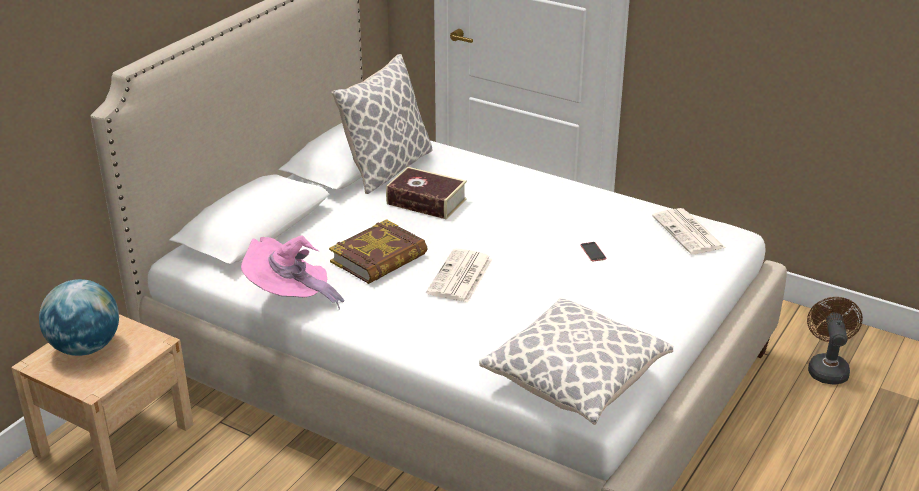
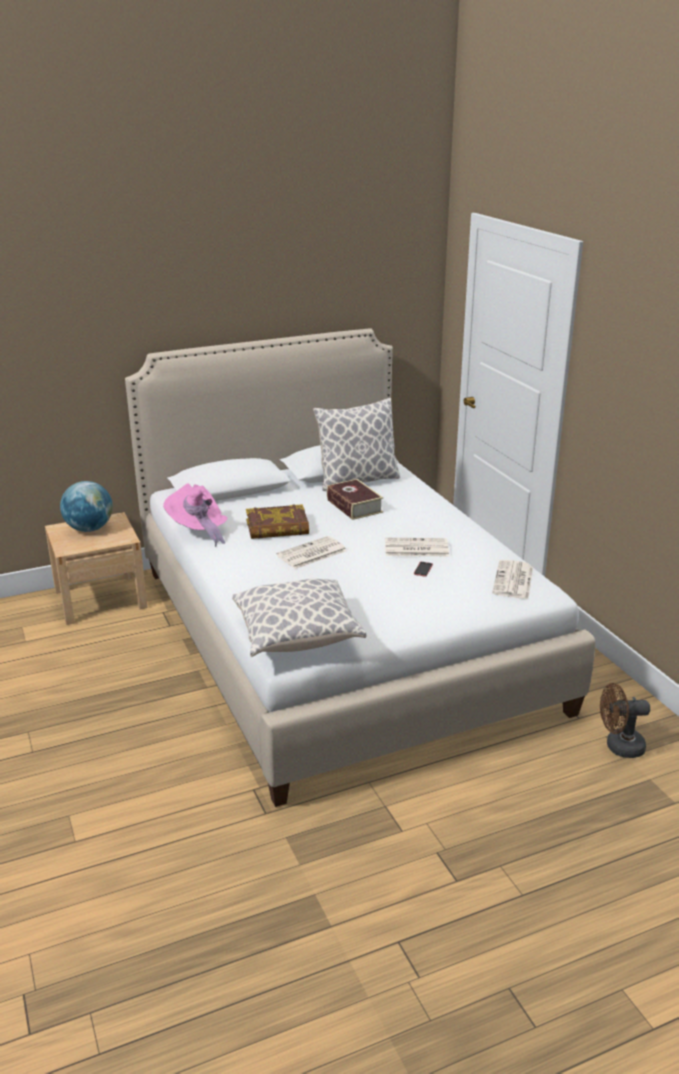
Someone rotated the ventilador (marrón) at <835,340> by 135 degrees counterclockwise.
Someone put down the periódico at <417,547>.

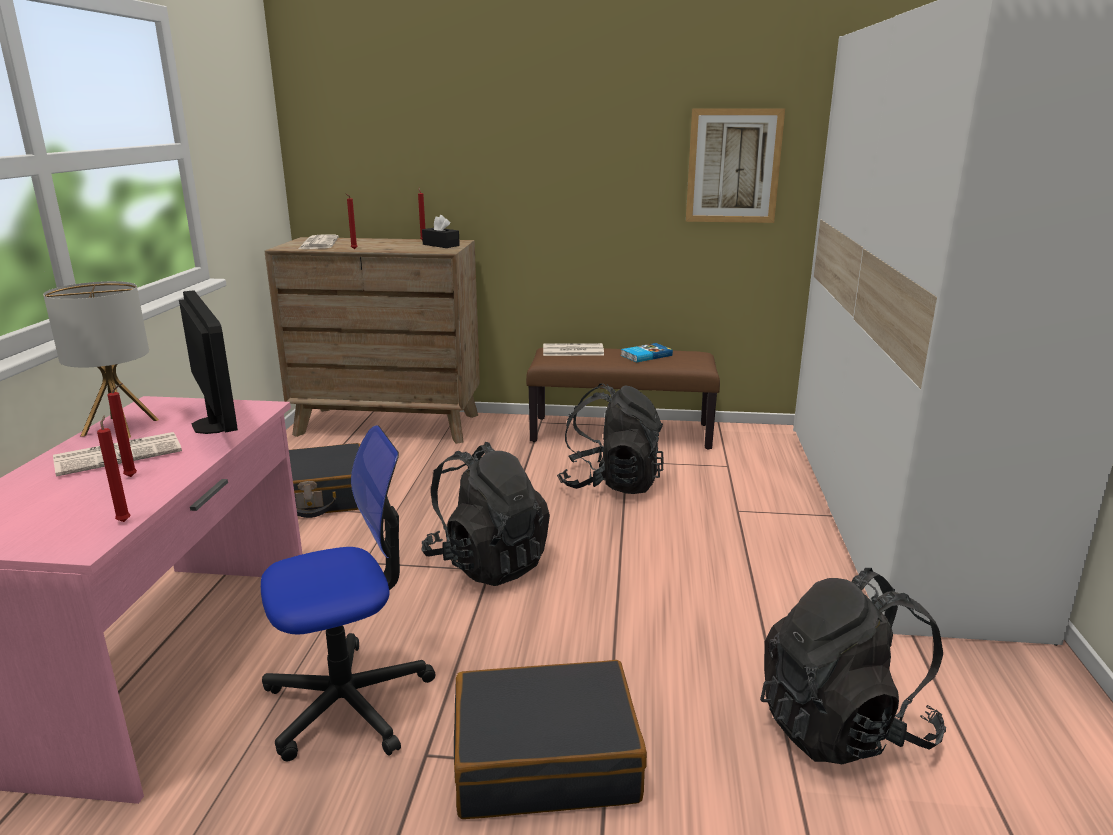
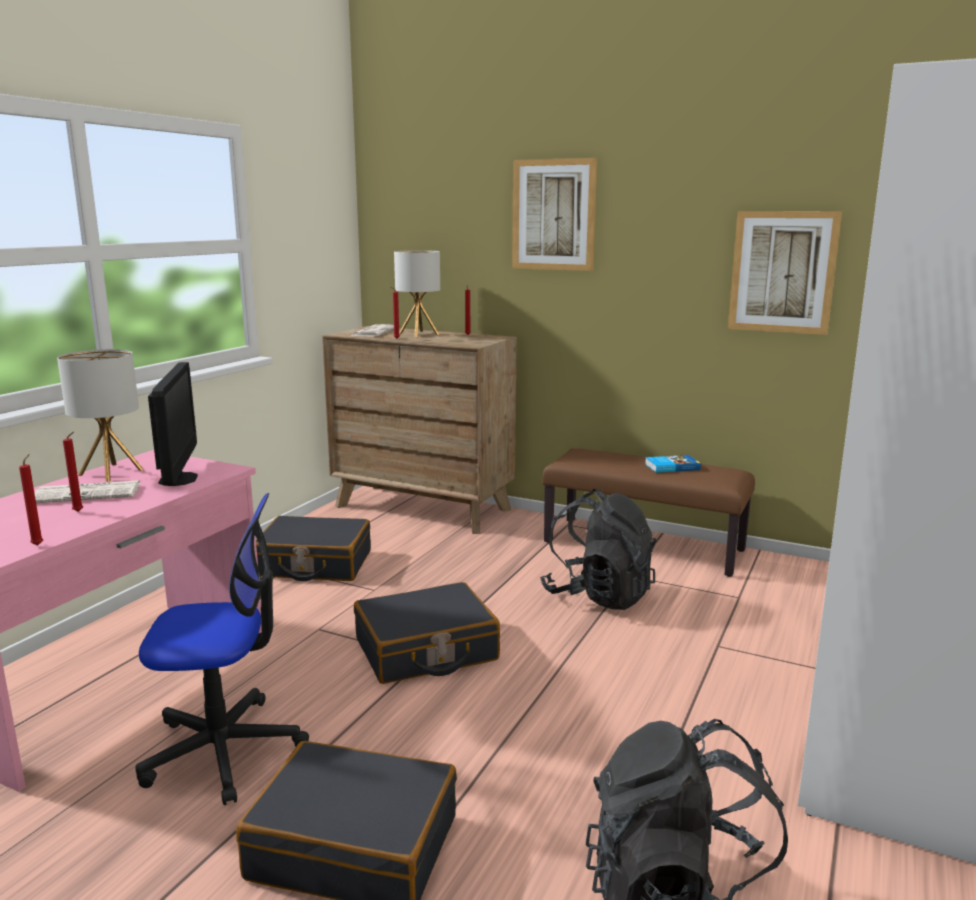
Someone swapped the mochila (negro) at <485,514> for the maleta (negro) at <427,633>.
Someone took away the caja de pañuelos (negro) at <441,231>.
Someone took away the periódico at <573,349>.
Someone put down the lámpara de mesa at <417,293>.
Someone put up the cuadro at <554,214>.

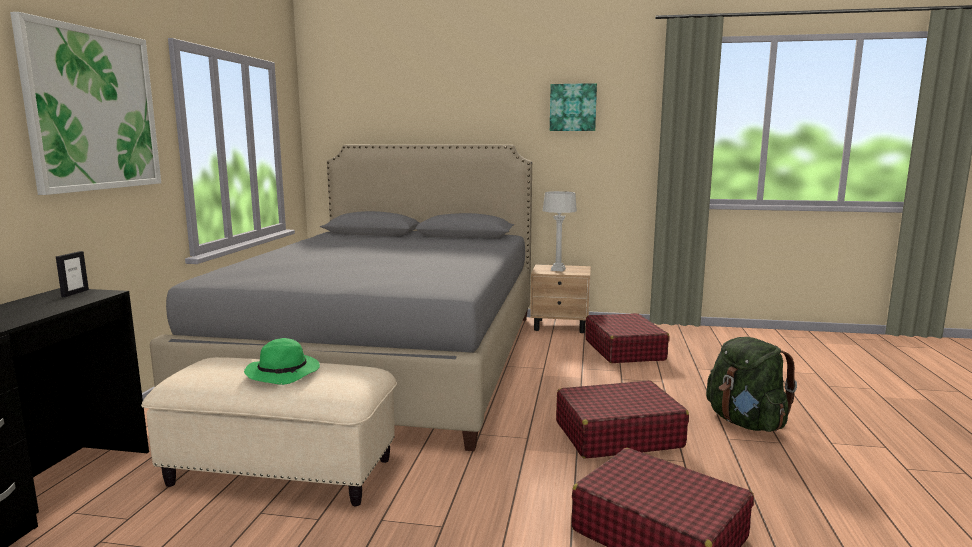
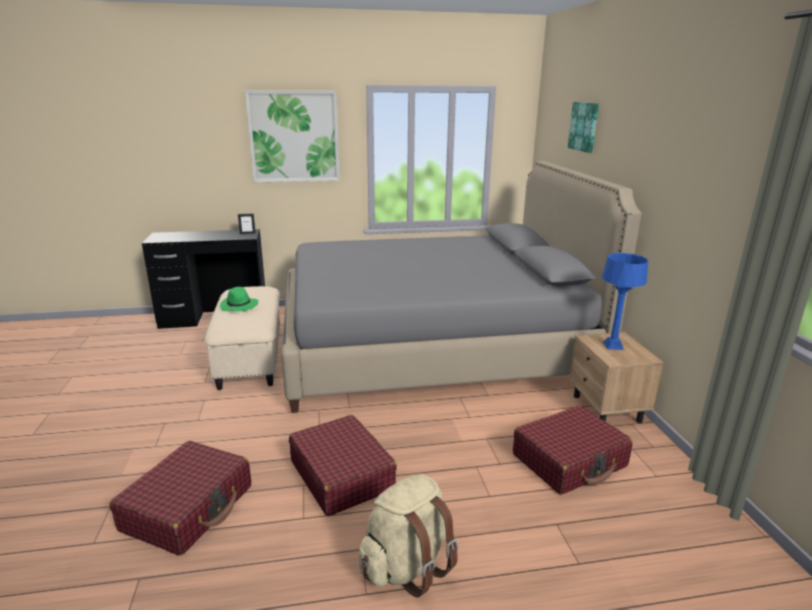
Someone repainted the lámpara de mesa (gris) at <560,231>, which became the lámpara de mesa (azul) at <625,301>.
Someone carried the cuadro from <573,107> to <583,127>.
Someone repainted the mochila (verde) at <751,384>, which became the mochila (beis) at <408,535>.

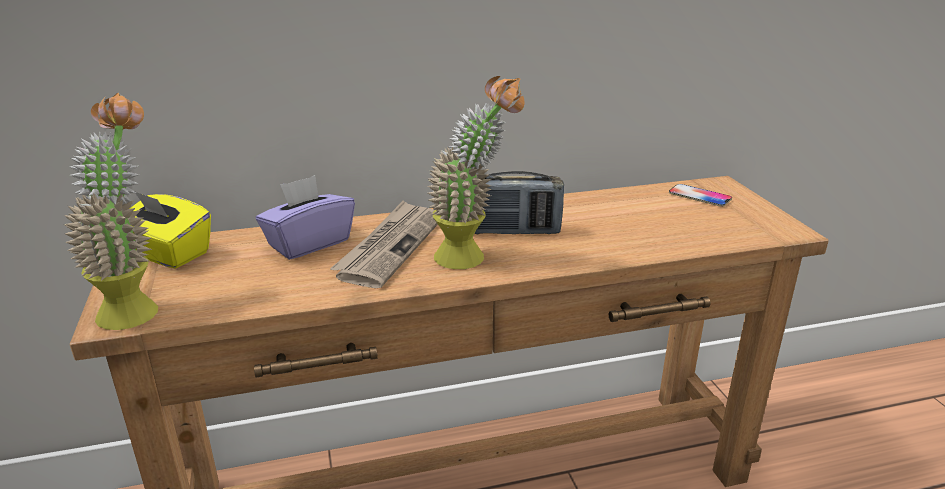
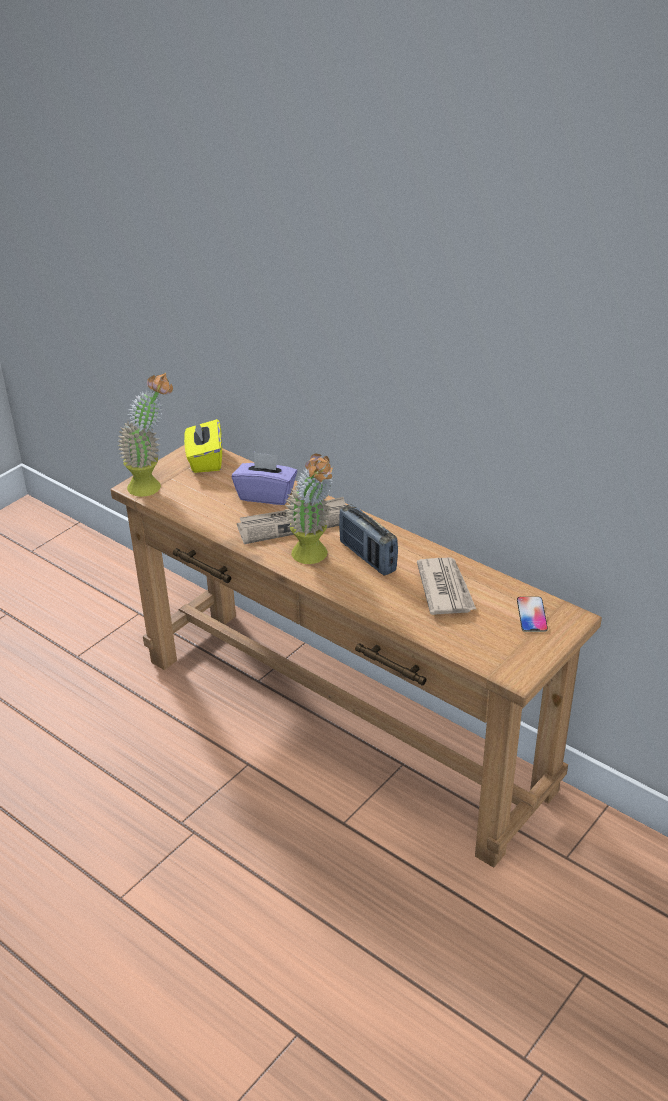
Someone put down the periódico at <446,586>.

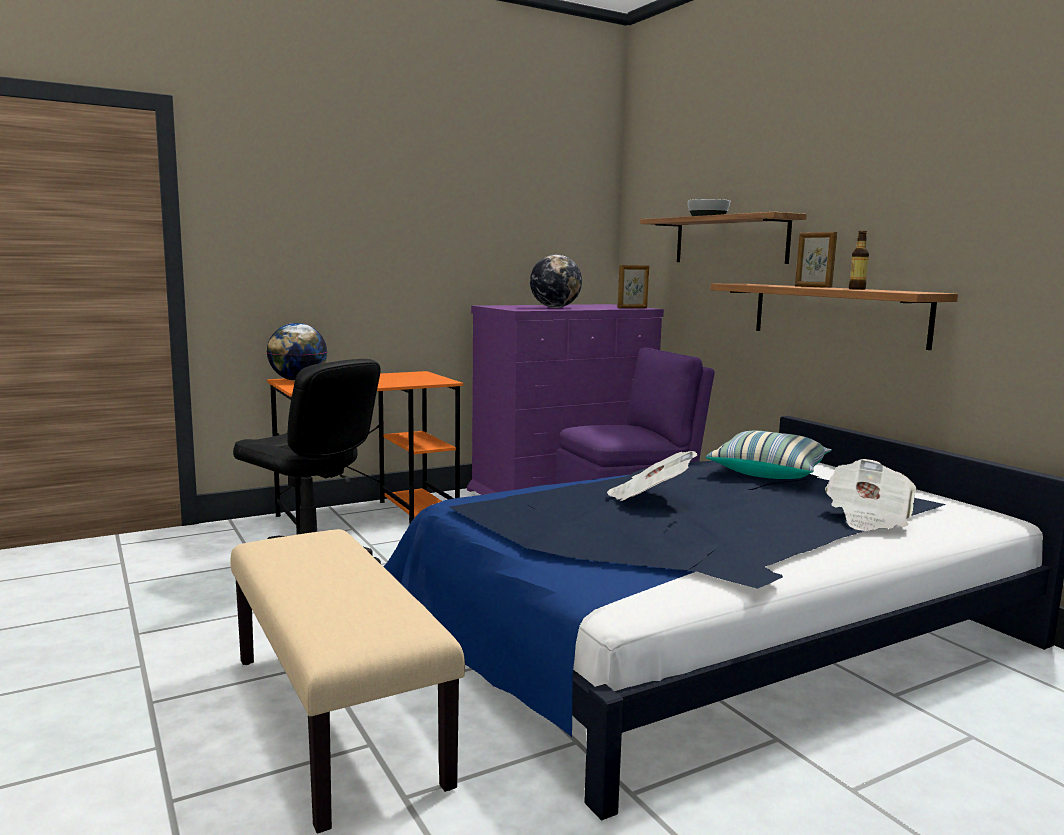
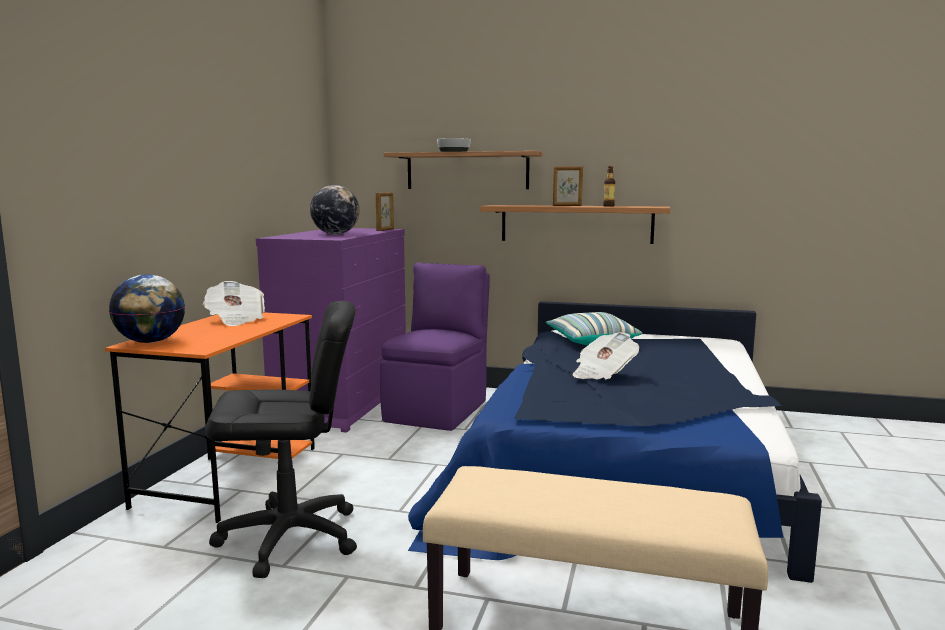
Someone carried the periódico from <870,495> to <234,303>.

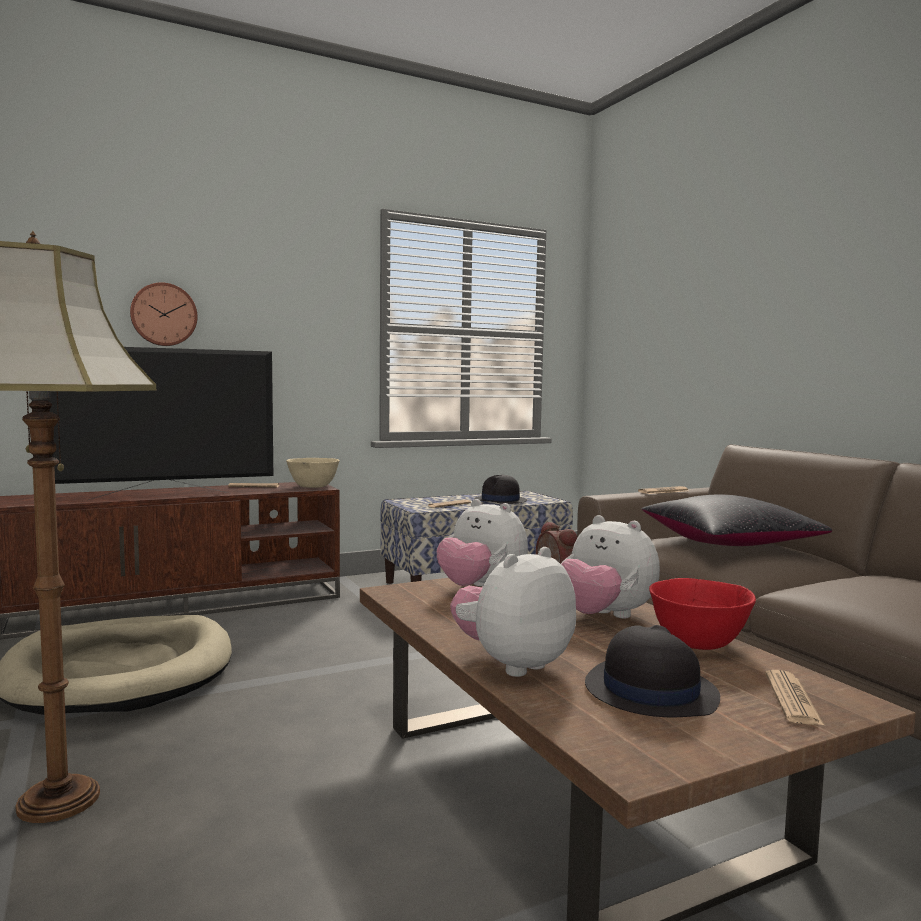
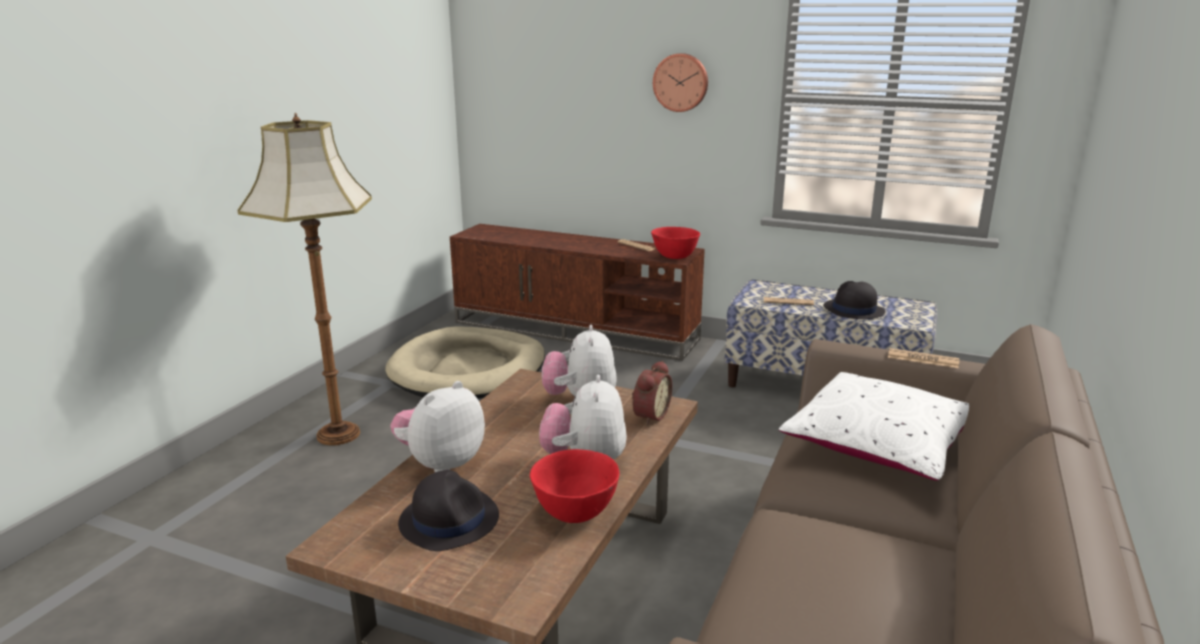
Someone took away the televisor at <152,423>.
Someone carried the reloj de pared from <164,314> to <680,82>.
Someone repainted the cuenco (beis) at <313,473>, which became the cuenco (rojo) at <675,243>.
Someone rotated the peluche at <513,612> by 60 degrees counterclockwise.
Someone repainted the cojín (negro) at <737,520>, which became the cojín (blanco) at <874,426>.
Someone took away the periódico at <795,698>.

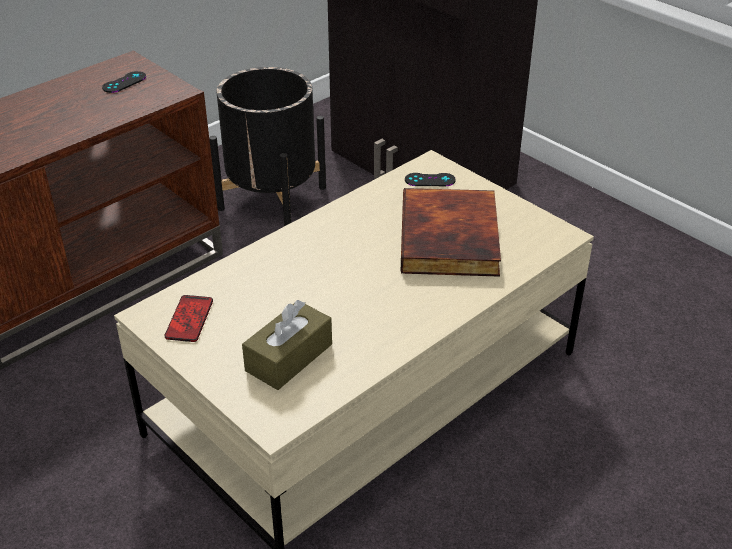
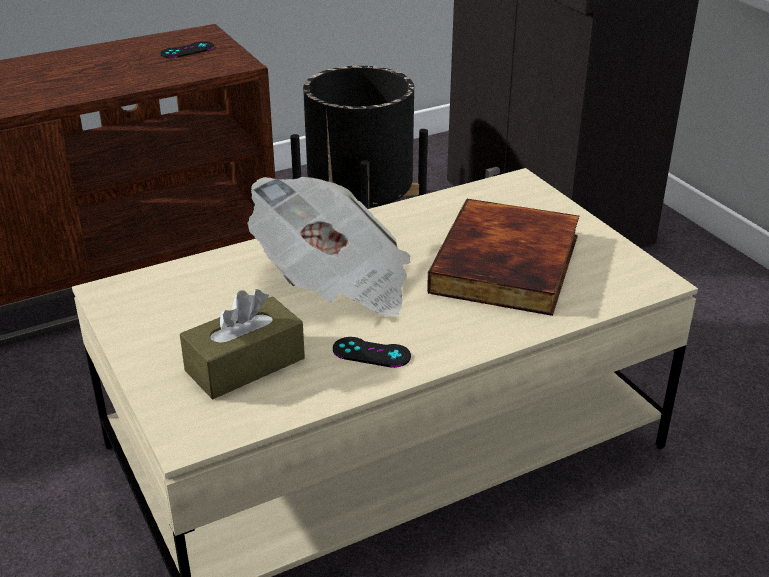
Someone took away the móvil at <188,318>.
Someone carried the mando de consola (negro) from <430,179> to <372,352>.
Someone put down the periódico at <328,247>.

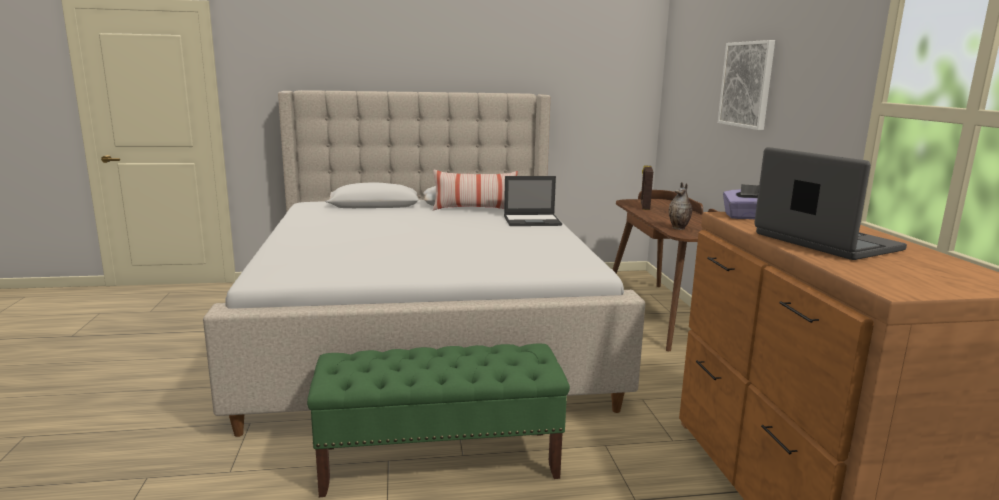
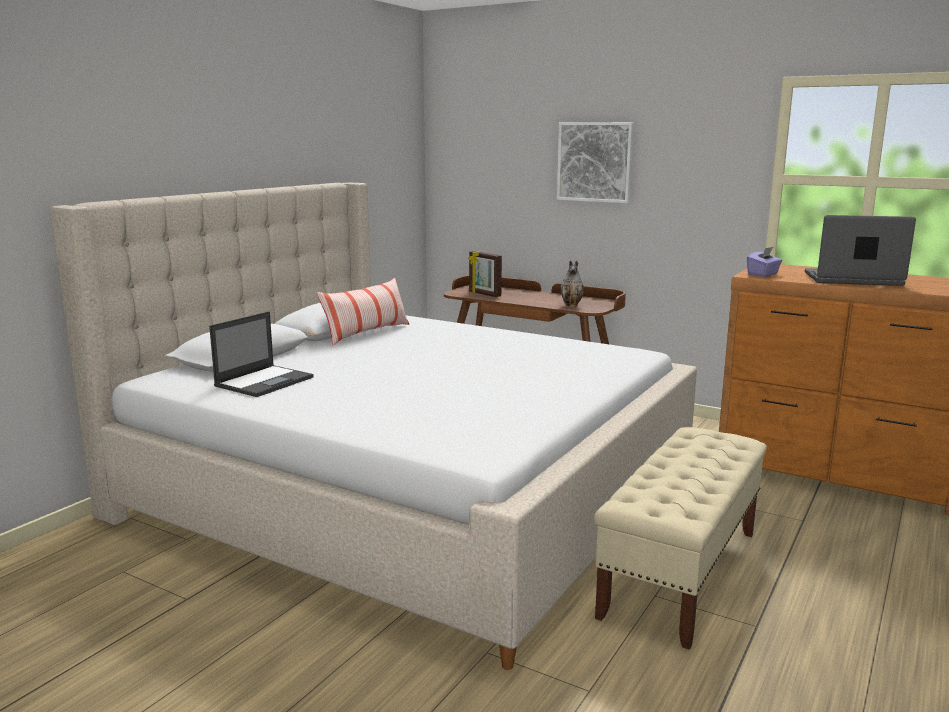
Someone repainted the banco (verde) at <438,420>, which became the banco (beis) at <680,538>.
Someone carried the portátil from <533,201> to <261,354>.

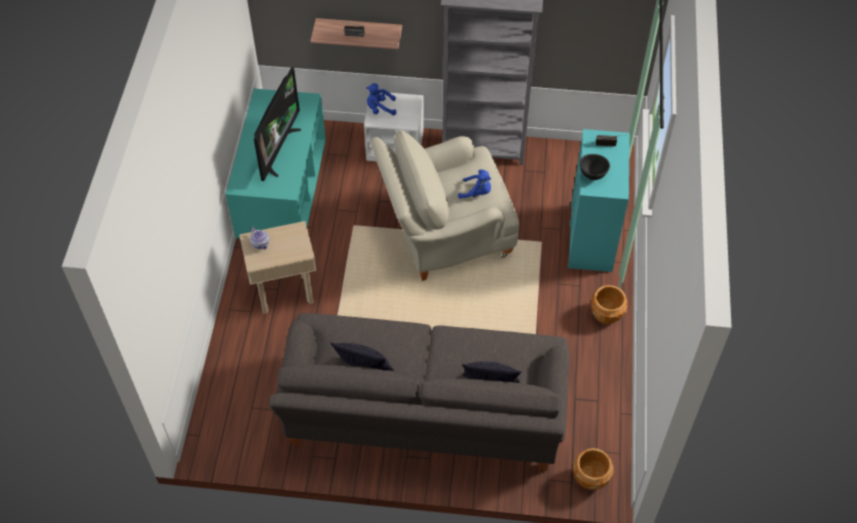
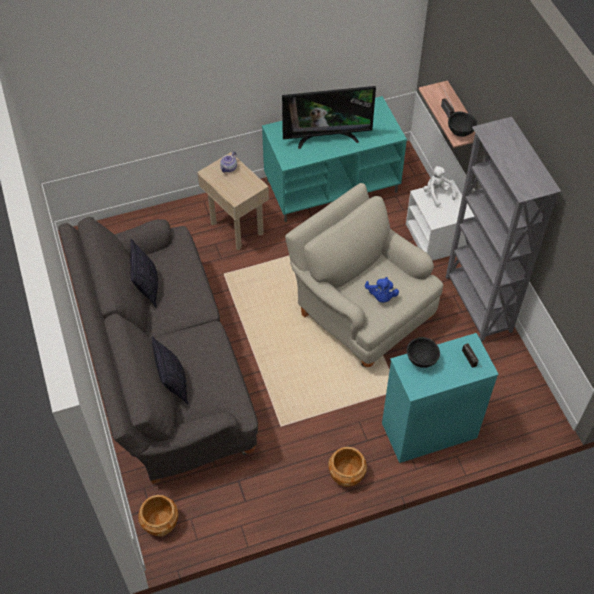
Someone repainted the peluche (azul) at <381,99>, which became the peluche (blanco) at <439,186>.
Someone put down the cuenco (negro) at <462,124>.

